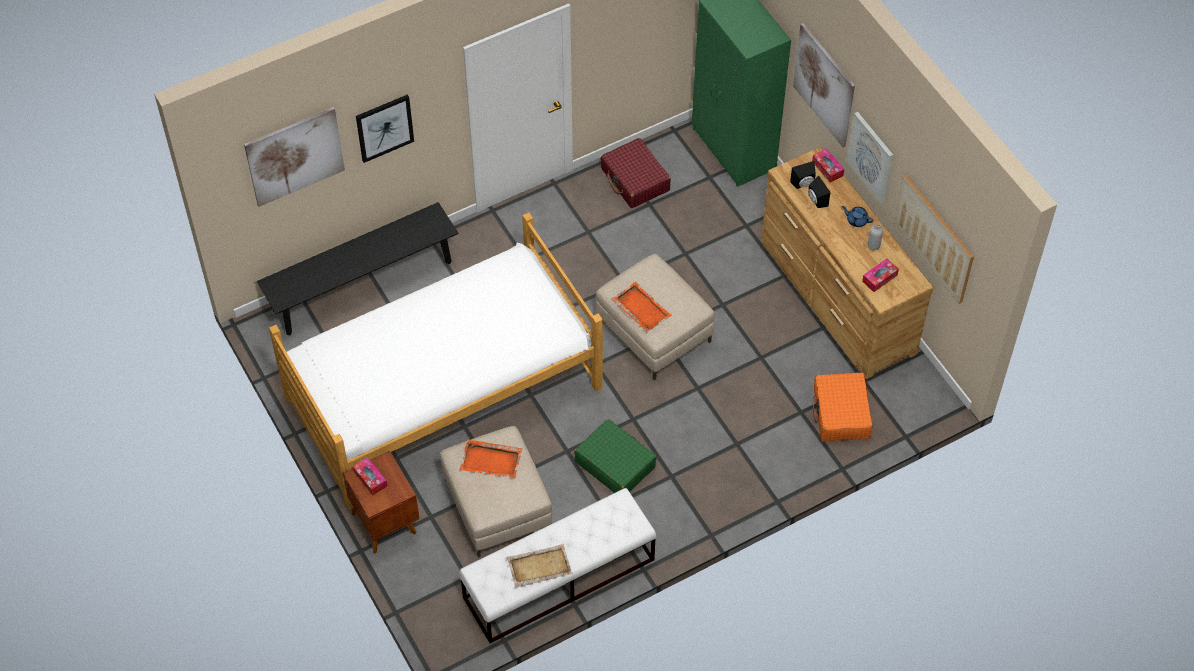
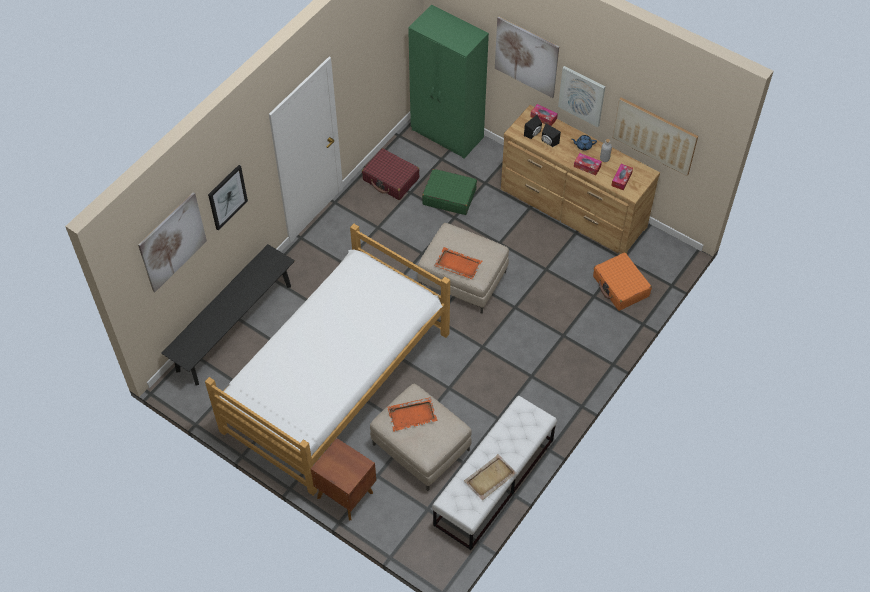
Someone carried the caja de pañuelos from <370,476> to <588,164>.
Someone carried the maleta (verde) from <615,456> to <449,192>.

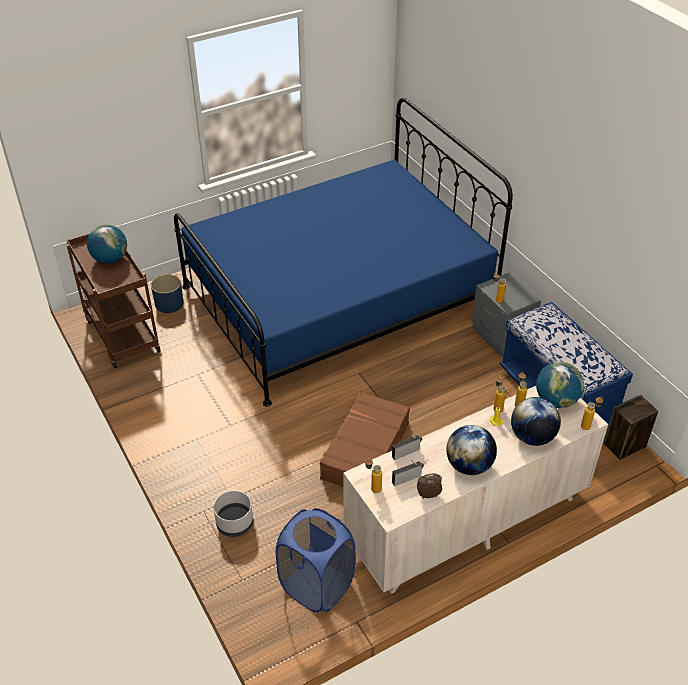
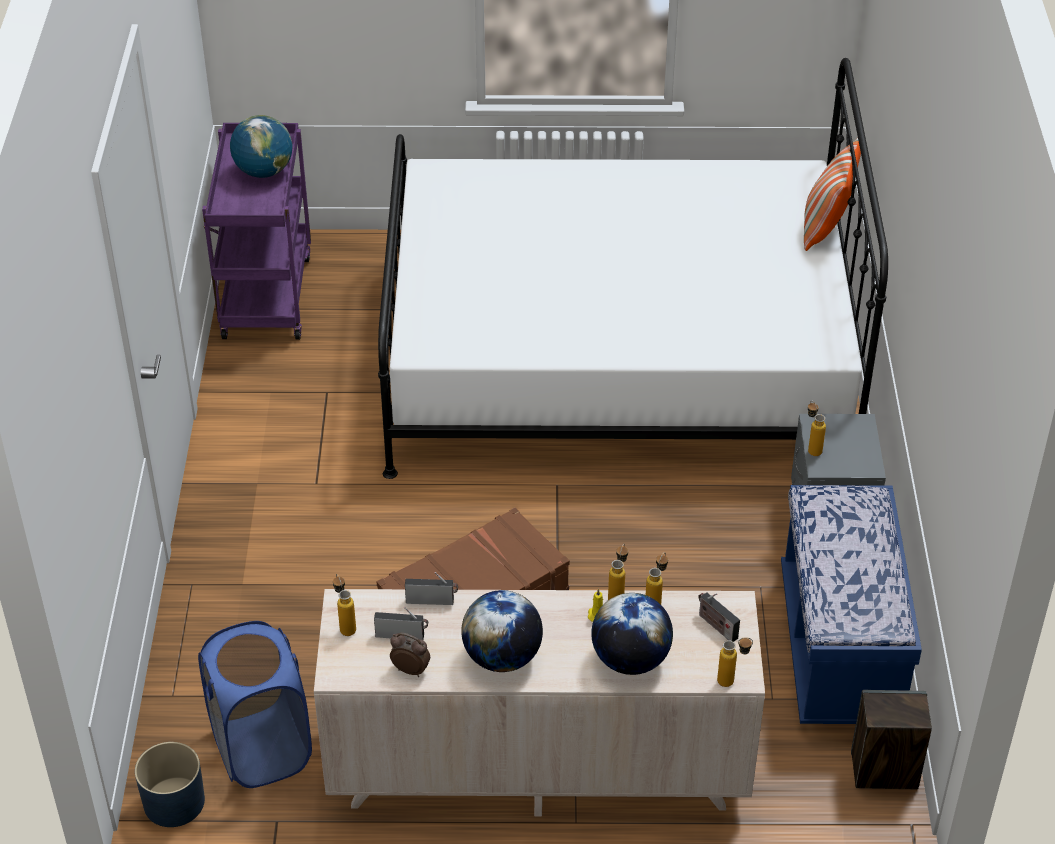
Someone repainted the carrito (marrón) at <114,300>, which became the carrito (morado) at <256,231>.
Someone carried the maceta (azul) from <167,293> to <170,784>.
Someone repainted the cama (azul) at <343,252>, which became the cama (blanco) at <633,268>.
Someone took away the maceta (gris) at <233,513>.
Someone swapped the globo terráqueo at <560,384> for the radio at <719,617>.
Someone put down the cojín at <832,194>.

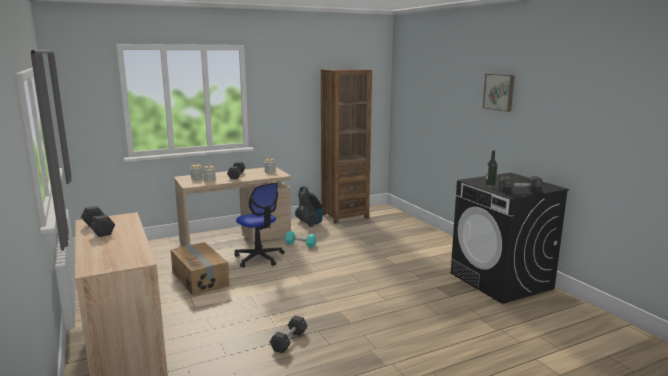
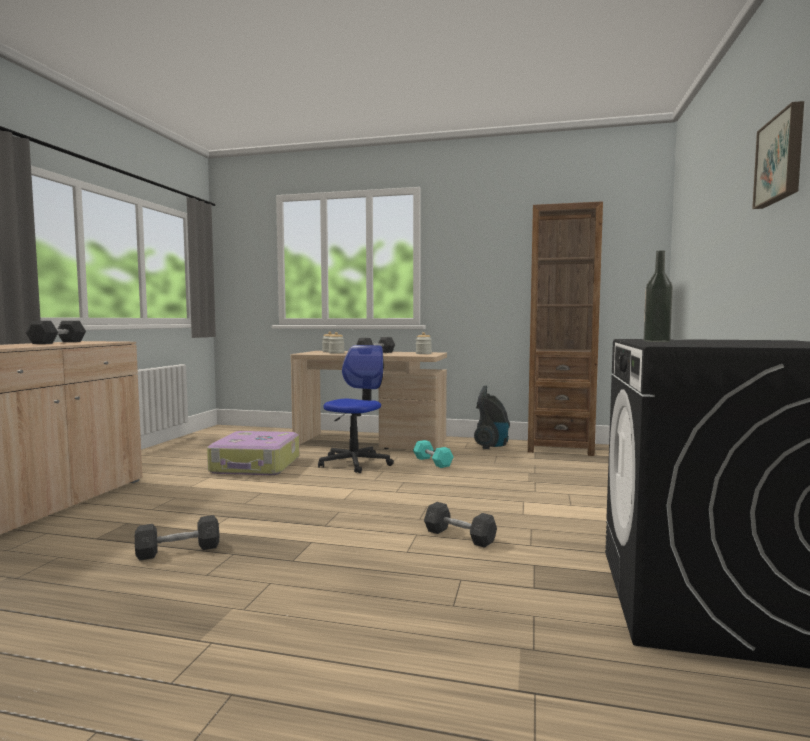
Someone swapped the caja de cartón at <200,269> for the maleta at <253,453>.
Someone rotated the silla de oficina at <260,225> by 150 degrees counterclockwise.
Someone carried the mancuerna (gris) from <521,185> to <460,525>.

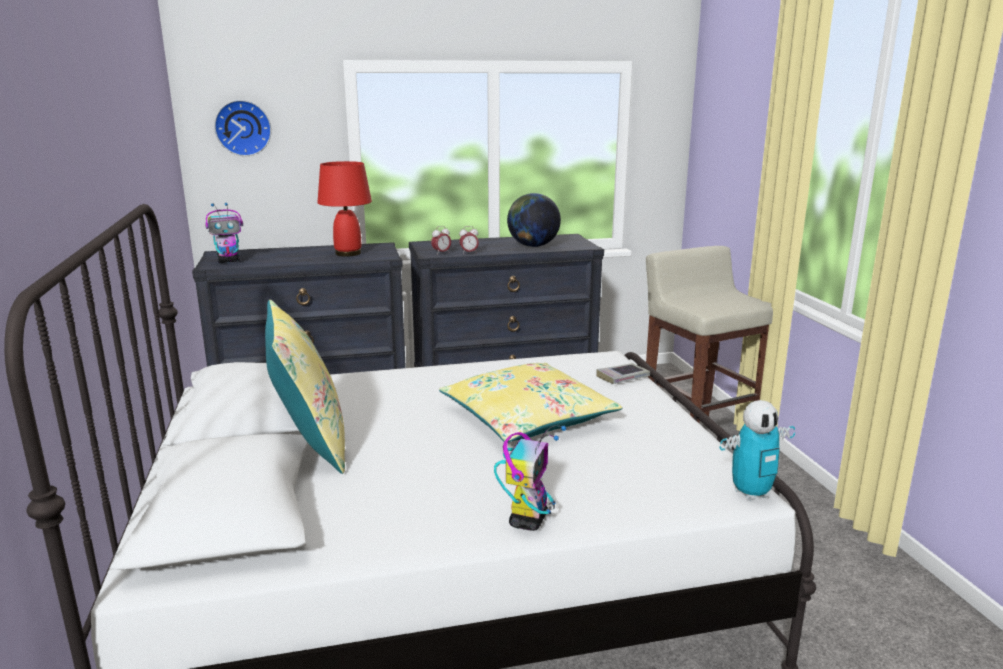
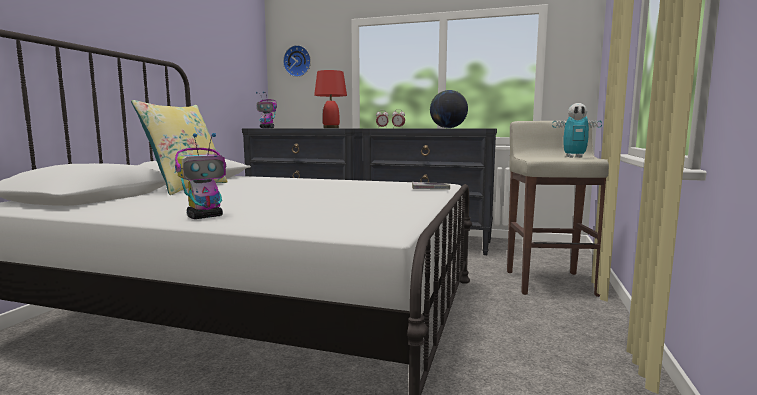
Someone took away the cojín (amarillo) at <531,402>.
Someone carried the robot de juguete from <757,450> to <577,130>.

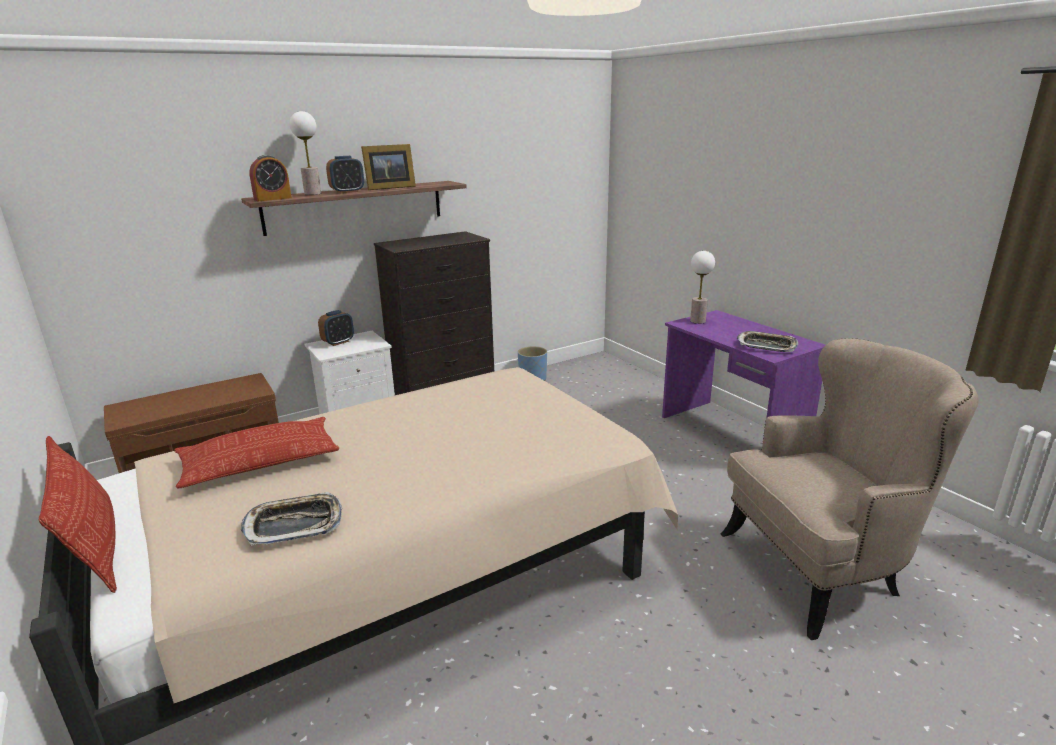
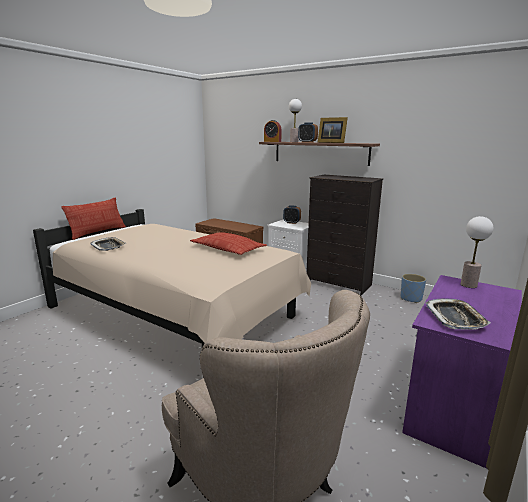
Someone carried the cojín from <256,452> to <228,243>.

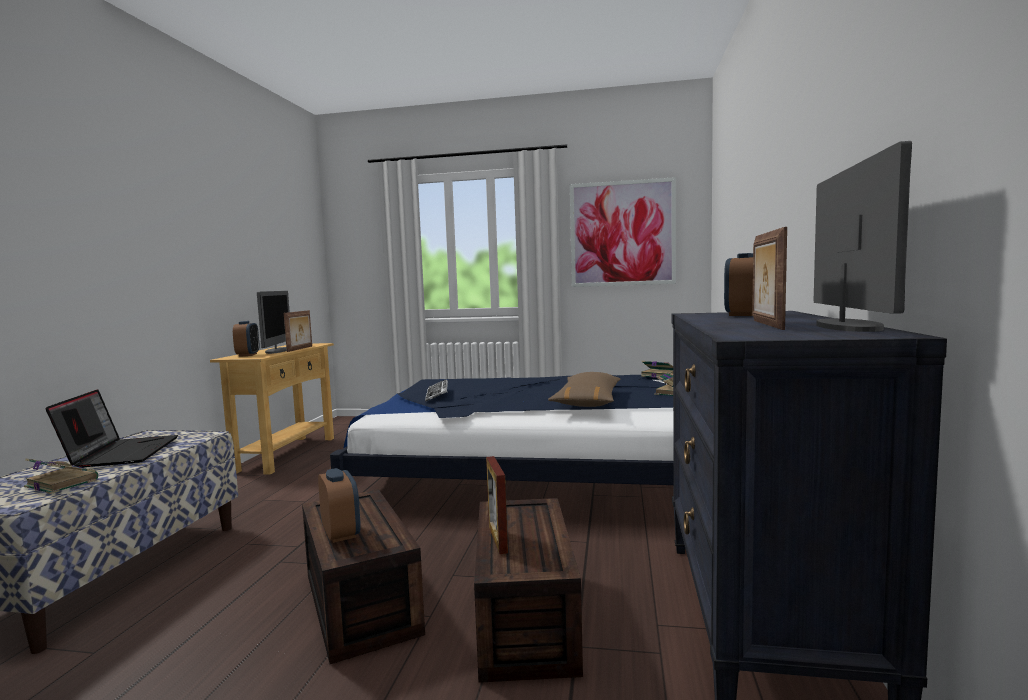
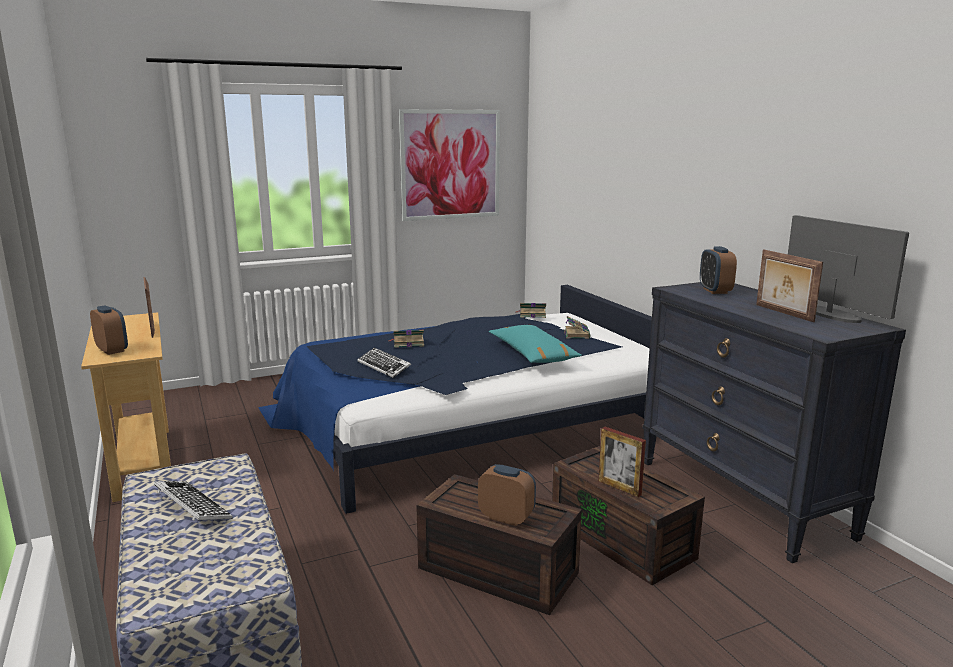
Someone carried the libro from <61,476> to <406,339>.
Someone swapped the portátil at <111,428> for the teclado at <193,501>.
Someone took away the monitor at <273,322>.
Someone repainted the cojín (marrón) at <584,389>, which became the cojín (turquesa) at <535,344>.

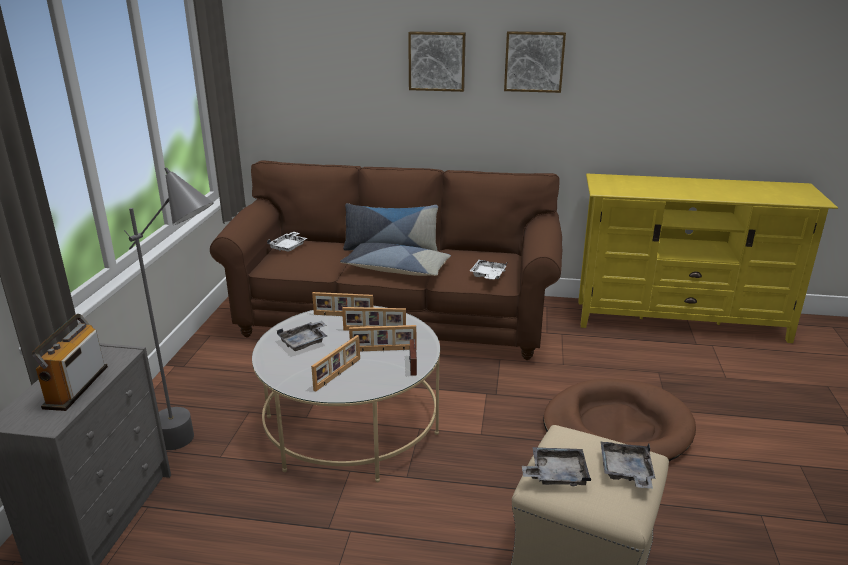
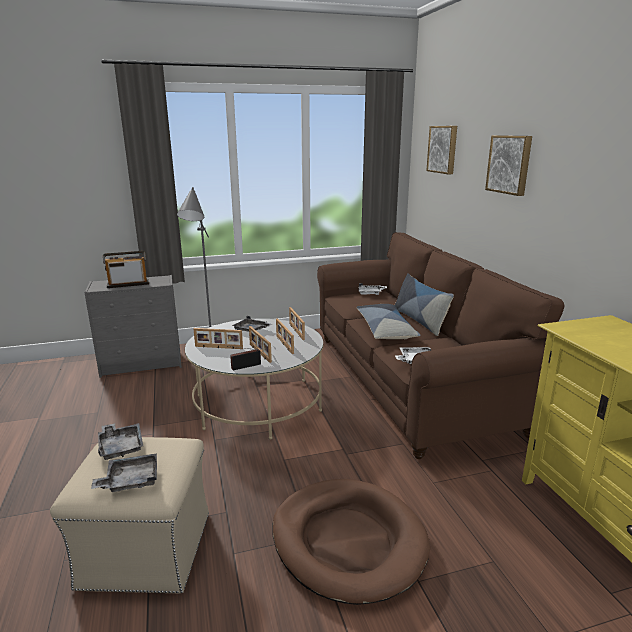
Someone carried the cuadro from <535,62> to <441,150>.

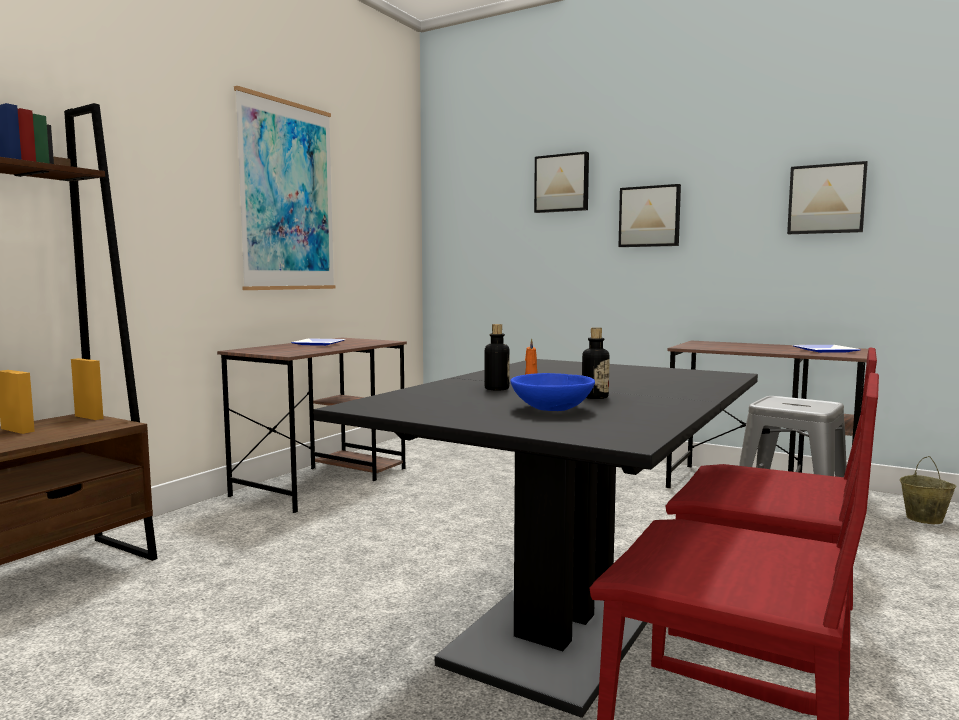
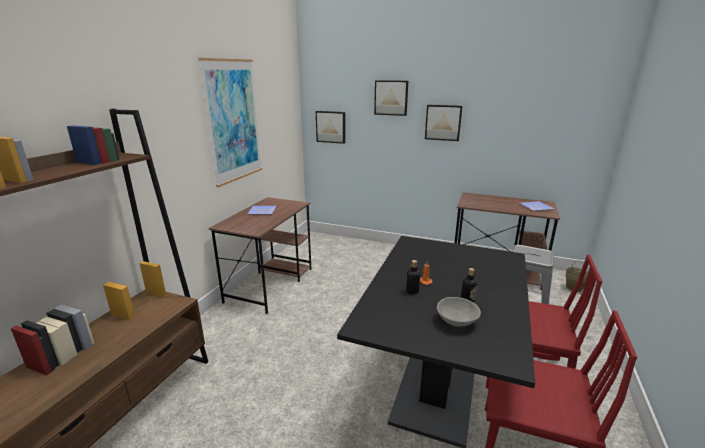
Someone repainted the cuenco (azul) at <552,392>, which became the cuenco (gris) at <459,312>.
Someone carried the cuadro from <827,197> to <330,127>.

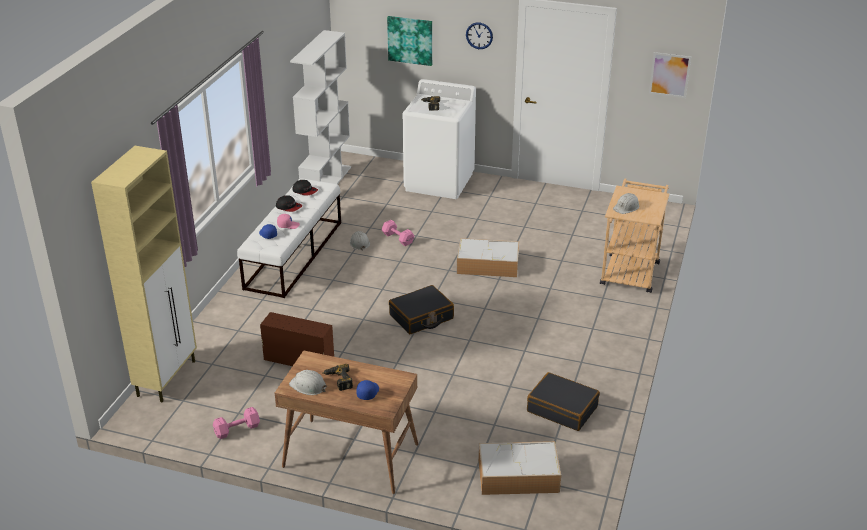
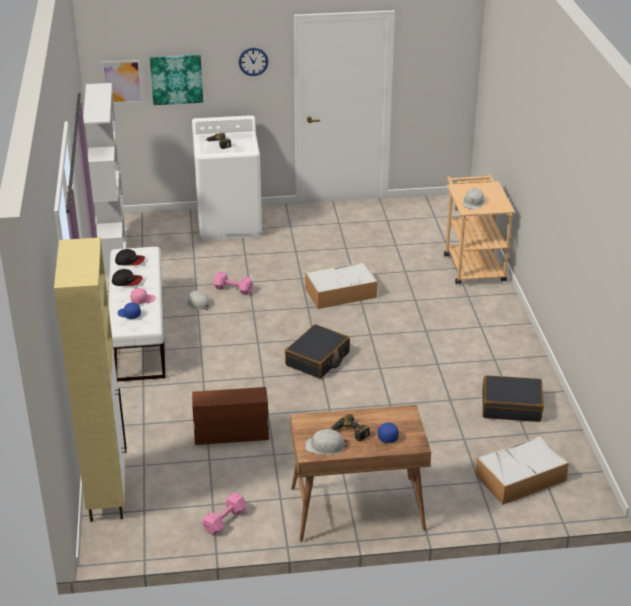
Someone carried the cuadro from <670,75> to <122,82>.

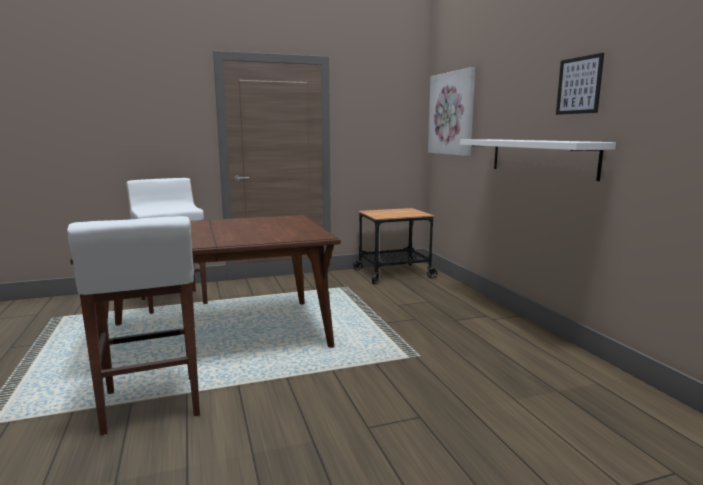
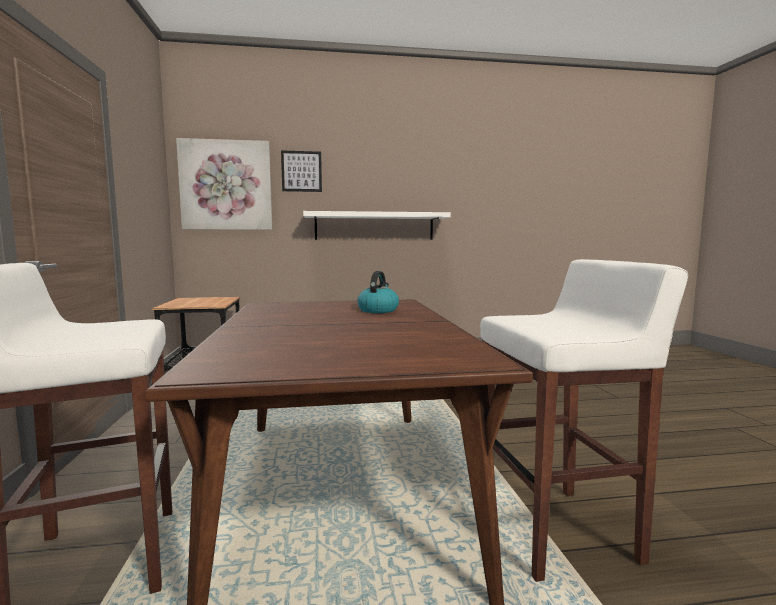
Someone carried the cuadro from <580,84> to <301,171>.
Someone put down the hervidor at <378,292>.

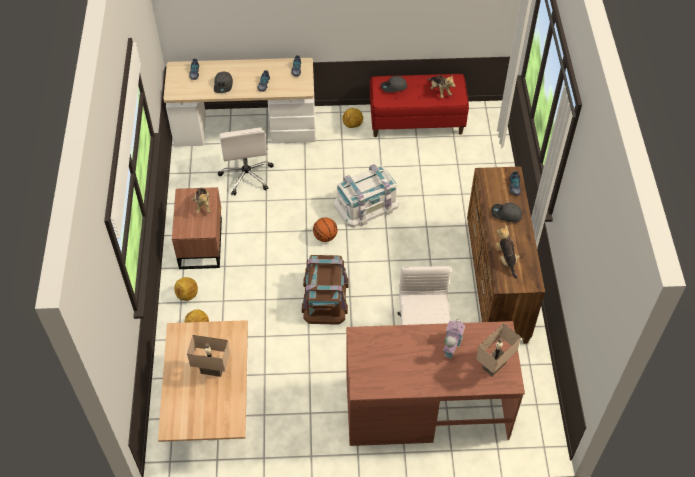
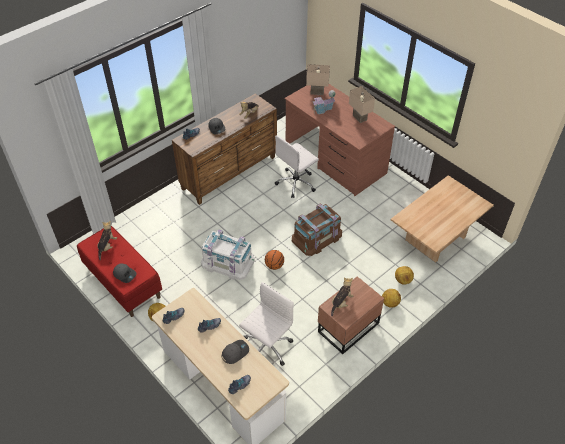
Someone carried the lámpara de mesa (beis) from <208,356> to <362,104>.

